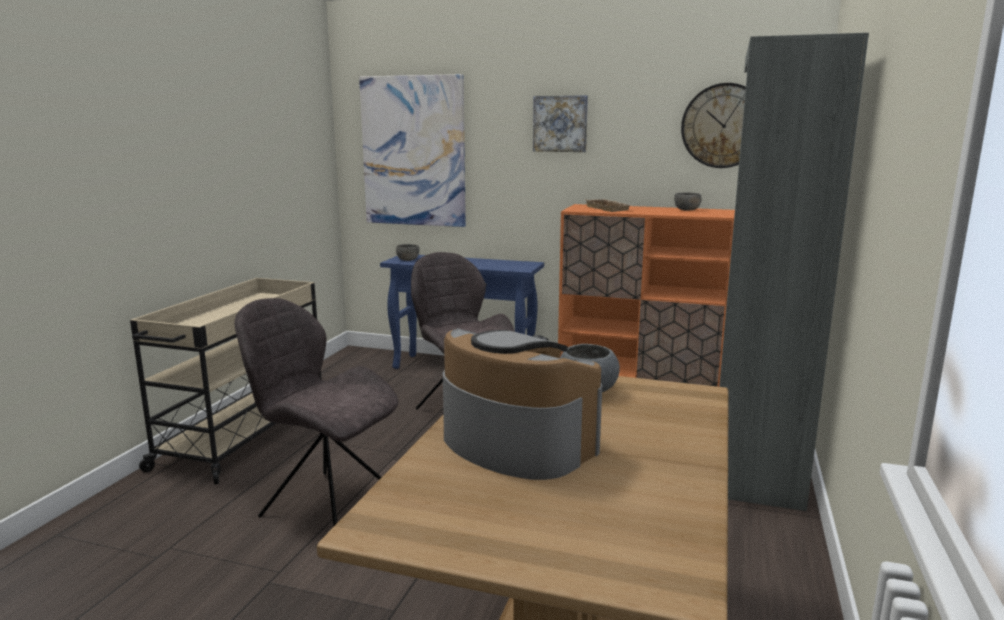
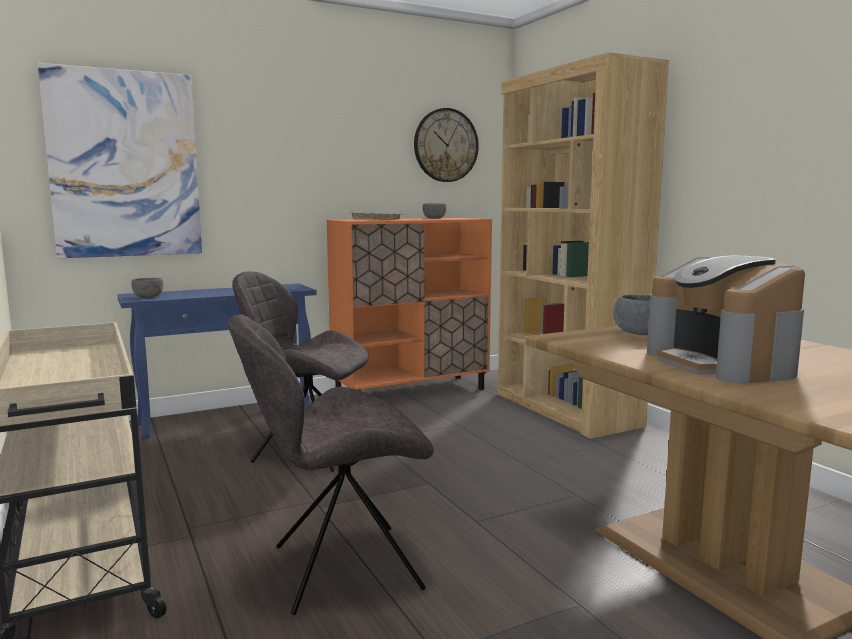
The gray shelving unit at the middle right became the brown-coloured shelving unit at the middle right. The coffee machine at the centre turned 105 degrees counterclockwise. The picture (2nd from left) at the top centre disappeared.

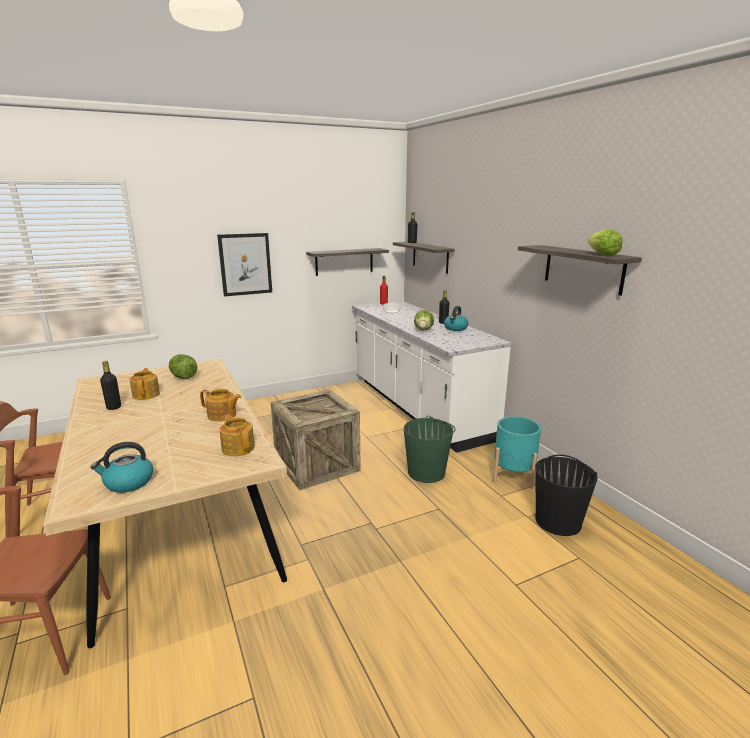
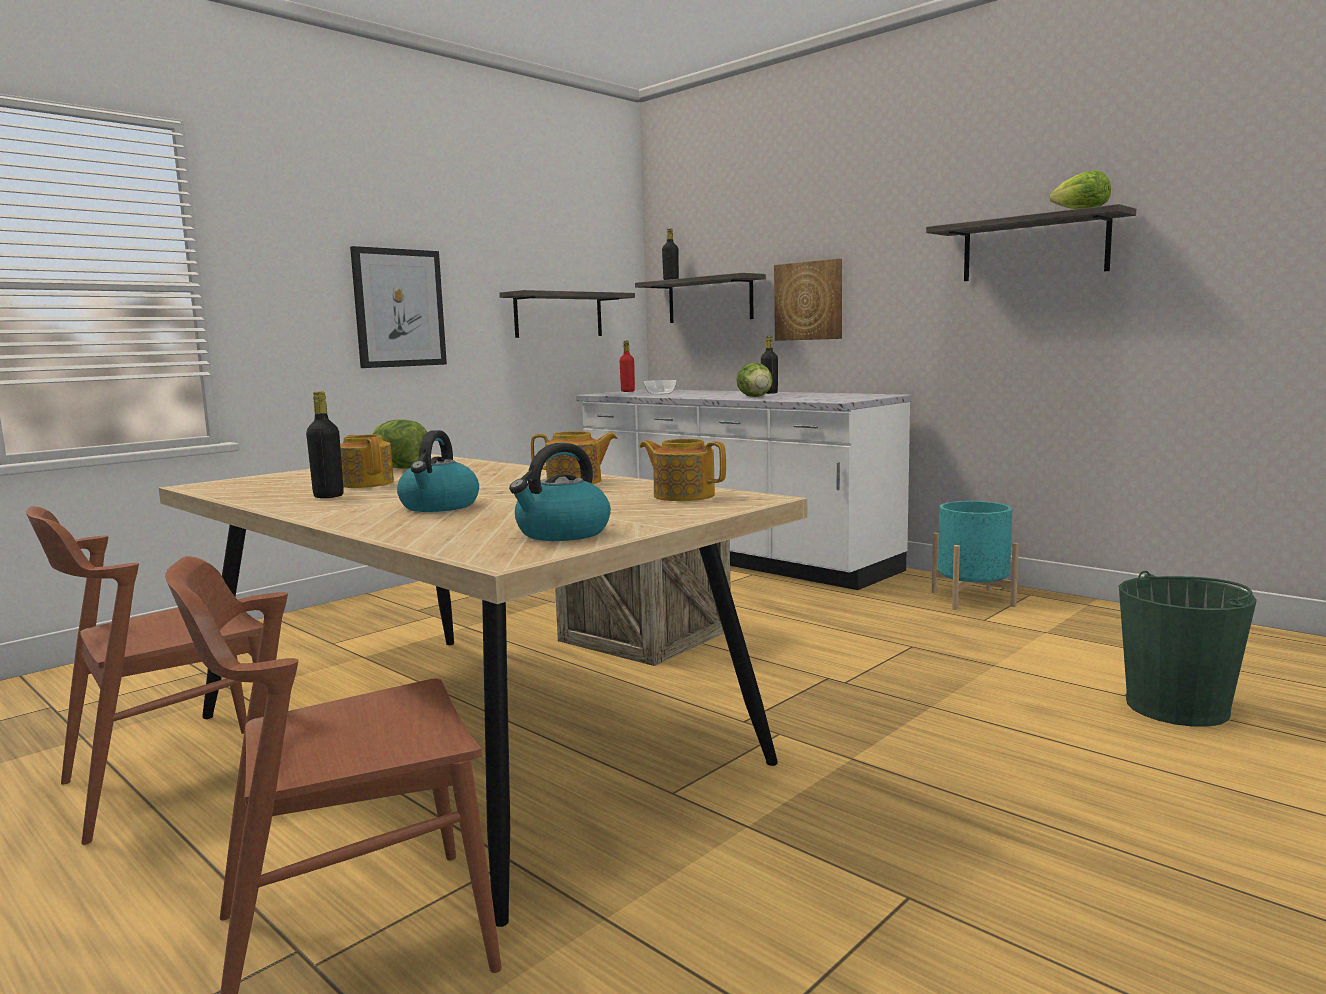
The kettle (2nd from left in the first image) moved from the centre to the middle left. The picture (2nd from left) at the top centre appeared. The green pail moved from the centre to the middle right. The blackish pail at the bottom right disappeared.

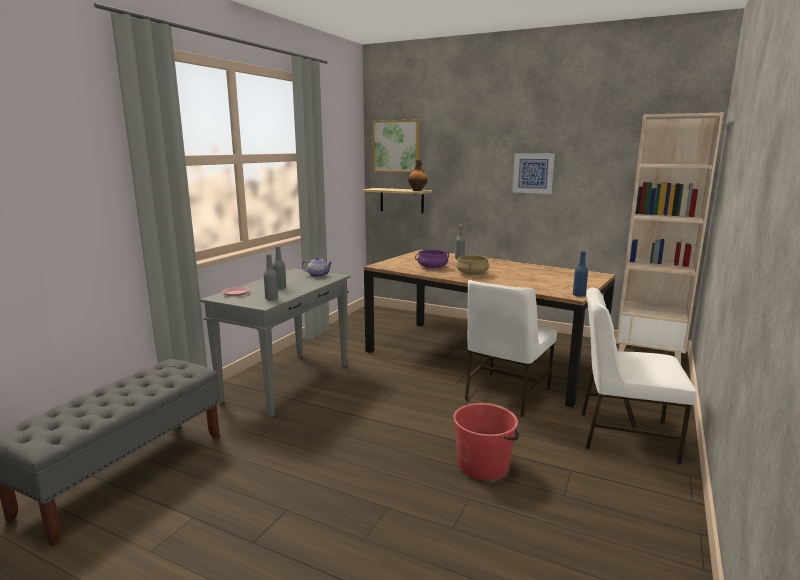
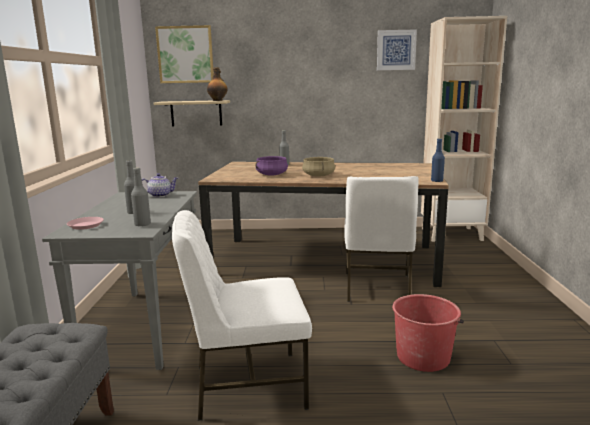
The whitish chair (2nd from left in the first image) moved from the middle right to the bottom centre. The picture (2nd from left) moved from the top centre to the top right.

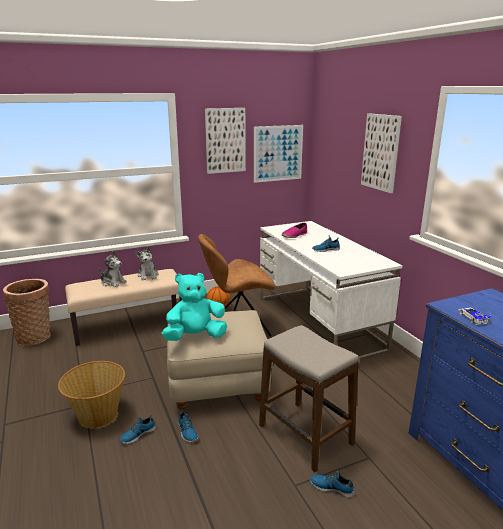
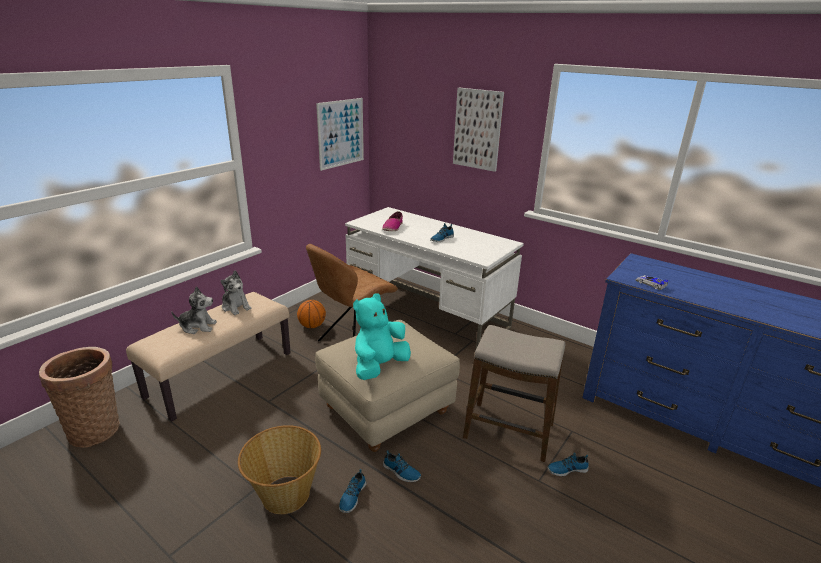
The picture (1st from left) at the top centre disappeared.

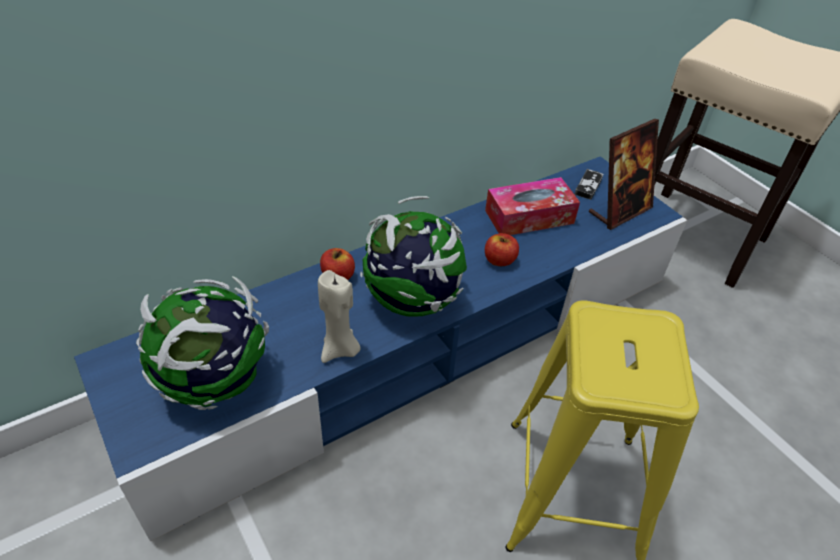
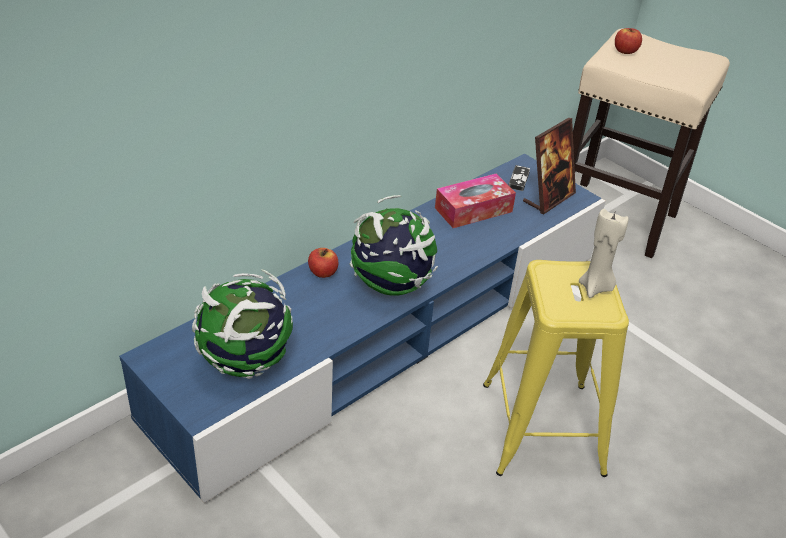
The sand-coloured candle moved from the centre to the middle right. The apple fruit (2nd from left) moved from the centre to the top right.

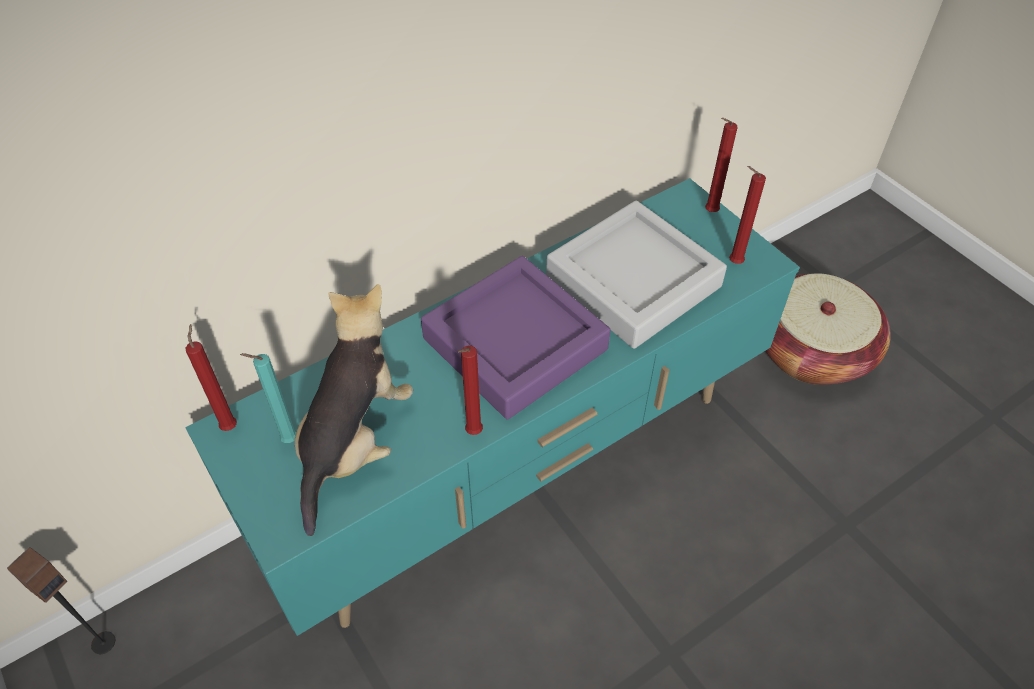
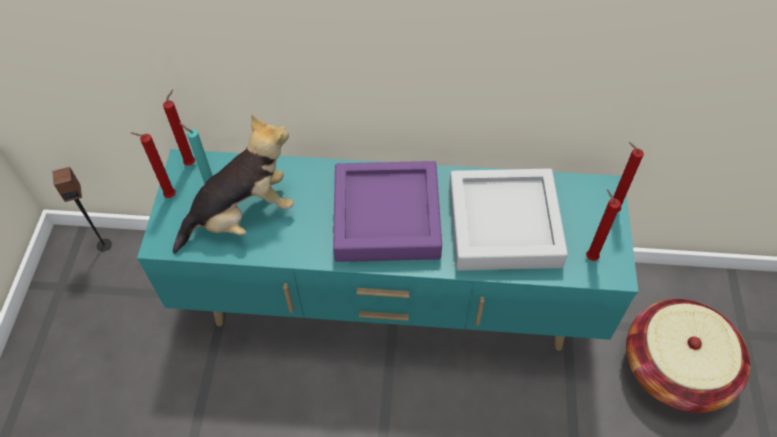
The red candle (2nd from left in the first image) moved from the centre to the middle left.

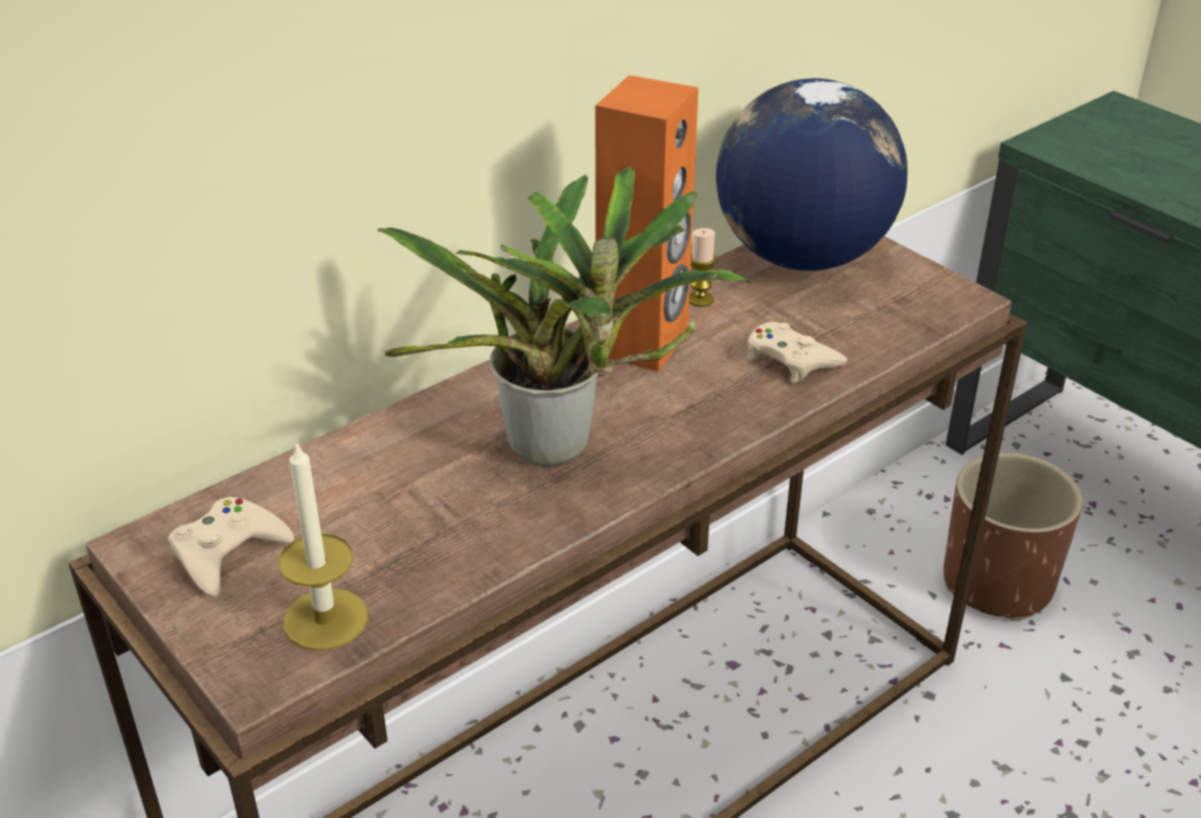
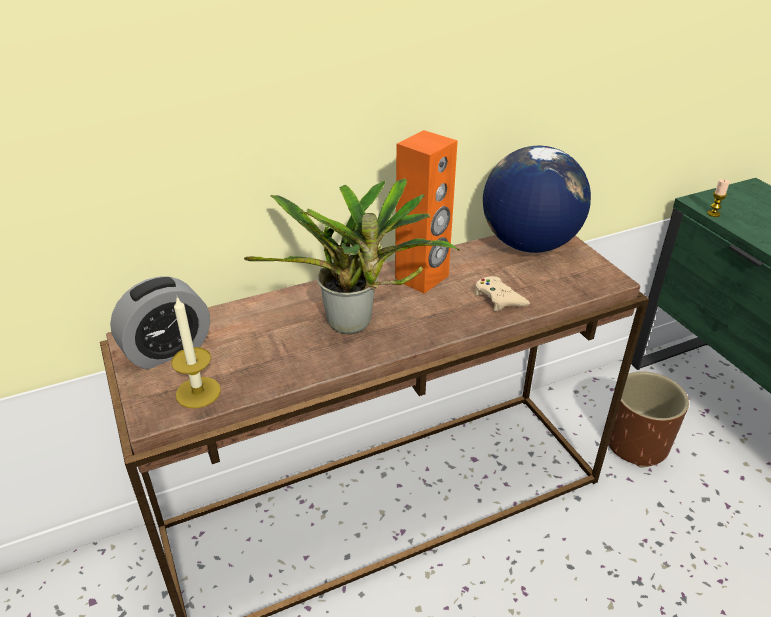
The sand-coloured game controller (1st from left) at the bottom left was replaced by the table clock at the middle left. The candle (2nd from left) moved from the top centre to the top right.

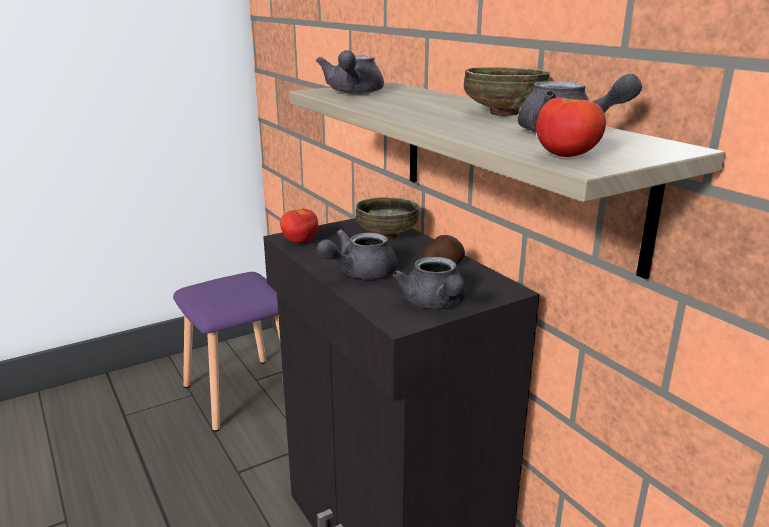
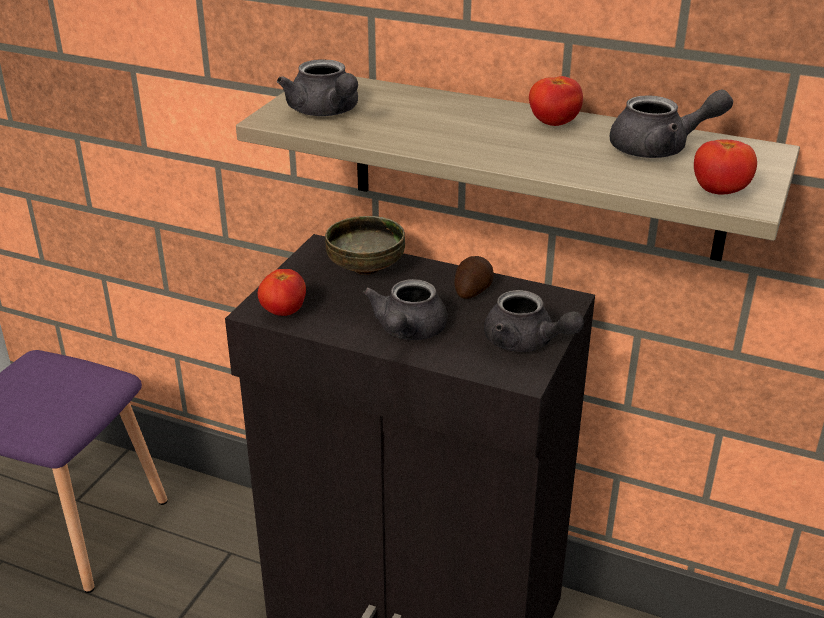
The serving bowl (2nd from left) at the top centre was replaced by the fresh tomato (2nd from left) at the top right.

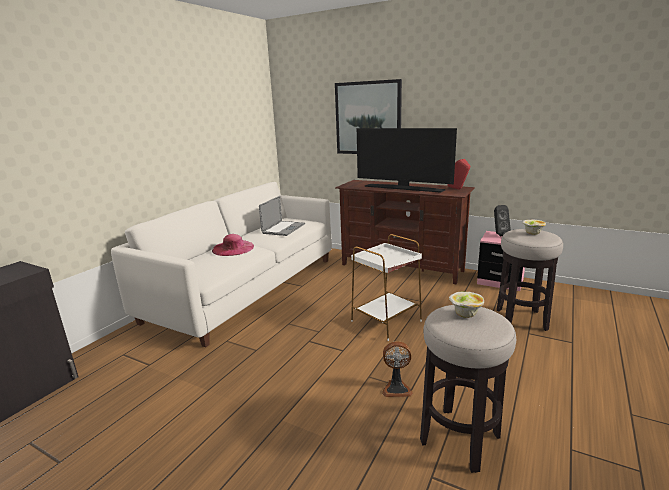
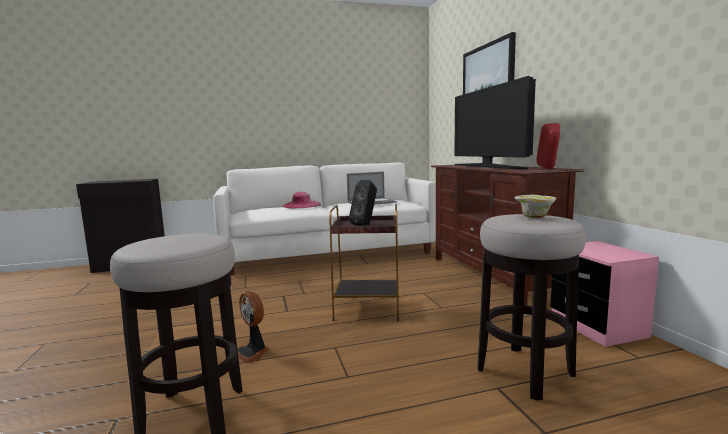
The whitish end table at the centre became the brown-coloured end table at the centre. The blackish audio speaker moved from the middle right to the centre. The serving bowl (1st from left) at the middle right disappeared.

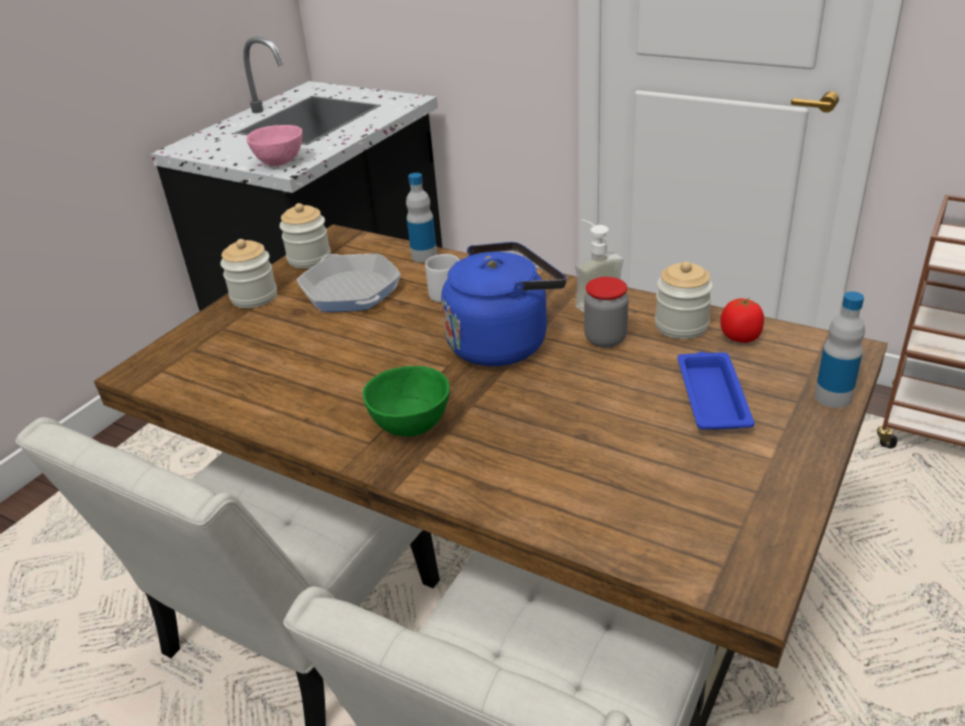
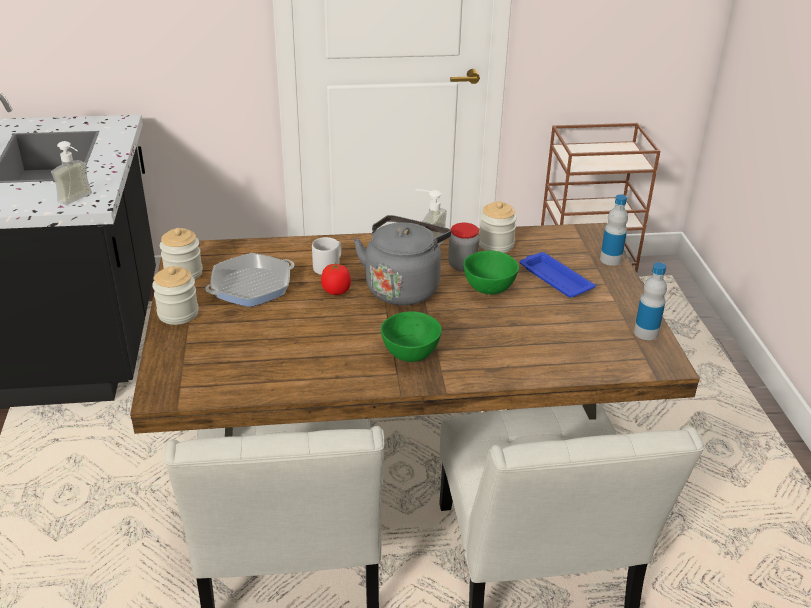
The pink-coloured serving bowl at the top left was replaced by the soap bottle (1st from left) at the top left. The skillet at the centre turned 60 degrees counterclockwise. The fresh tomato moved from the middle right to the centre. The blue kettle at the centre became the gray kettle at the centre. The green serving bowl (2nd from left) at the centre appeared. The drink bottle (1st from left in the first image) moved from the top centre to the middle right.

